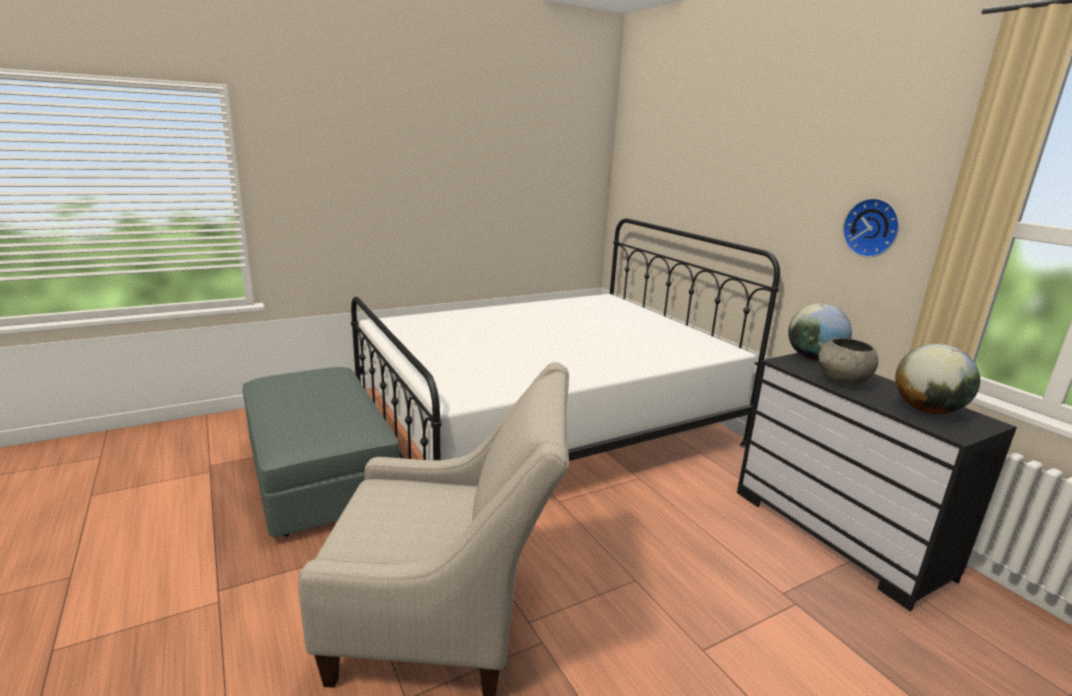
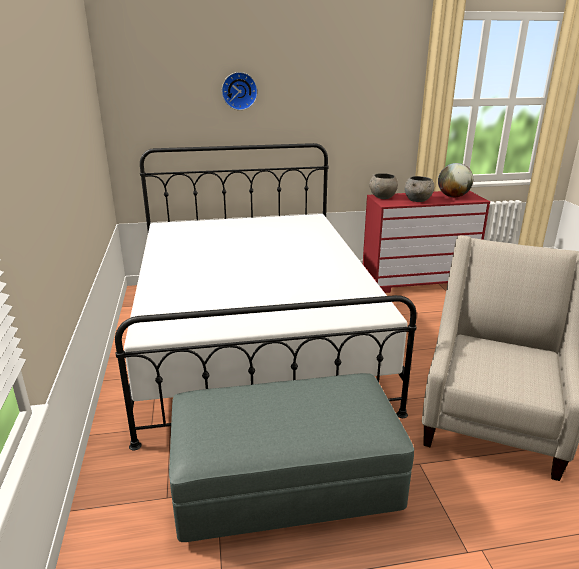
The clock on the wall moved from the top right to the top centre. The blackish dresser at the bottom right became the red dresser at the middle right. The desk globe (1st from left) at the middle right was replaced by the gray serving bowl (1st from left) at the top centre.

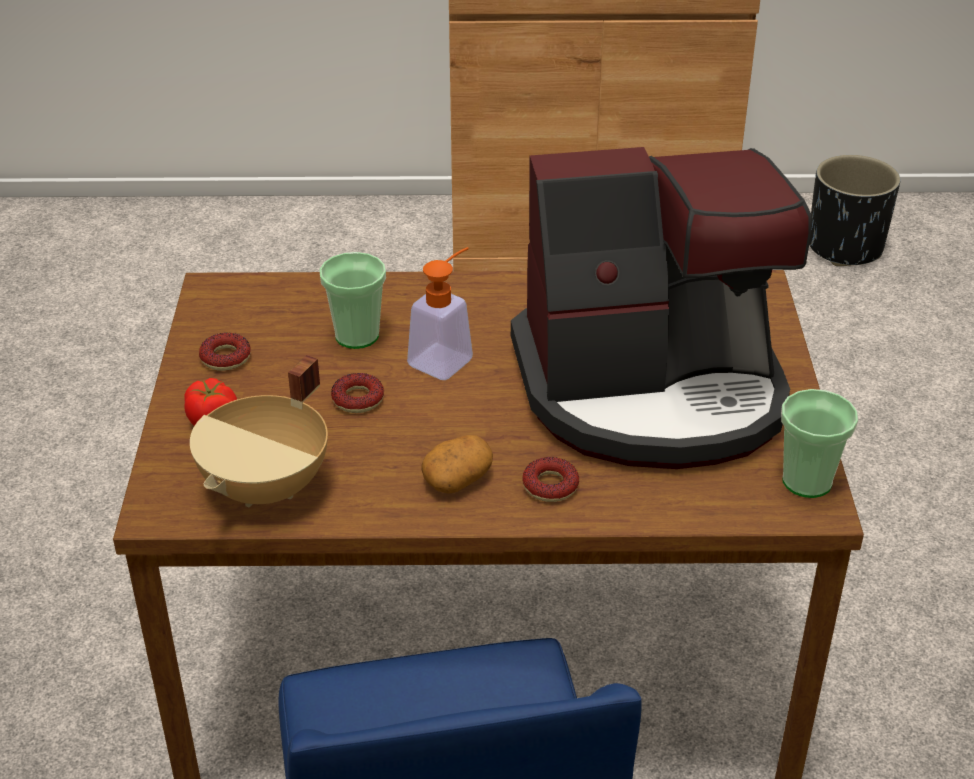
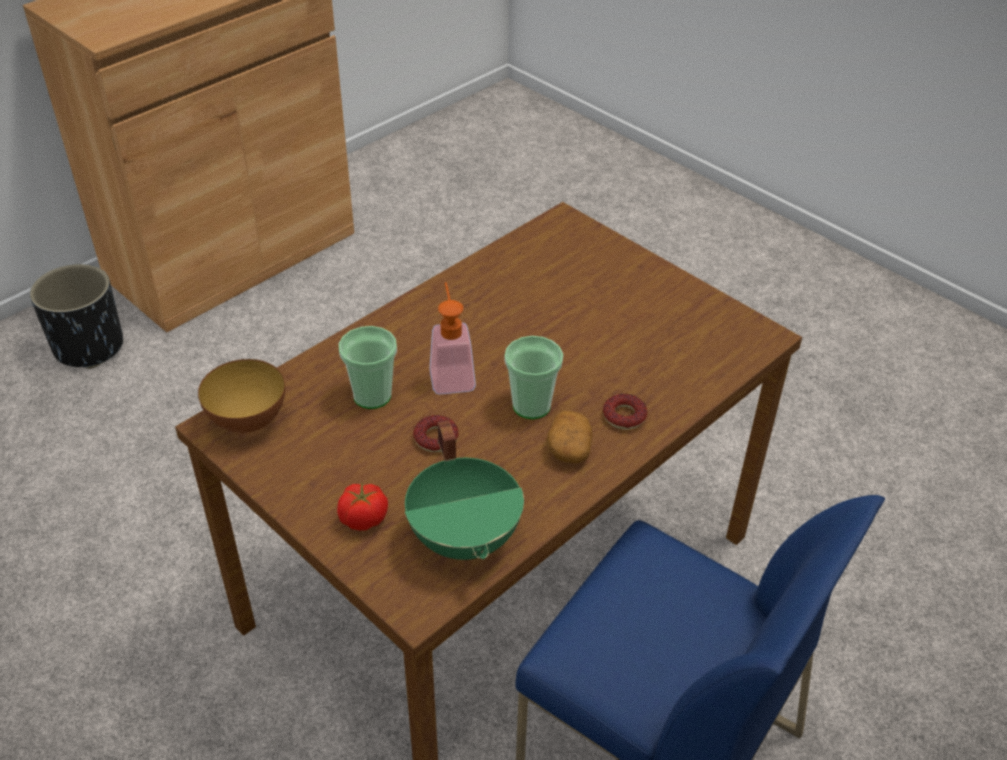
The blackish plant pot moved from the top right to the middle left. The serving bowl at the middle left appeared. The sand-coloured cooking pot at the middle left became the green cooking pot at the centre. The cup (2nd from left) moved from the middle right to the centre. The ring doughnut (1st from left) at the middle left disappeared. The coffee machine at the middle right disappeared.

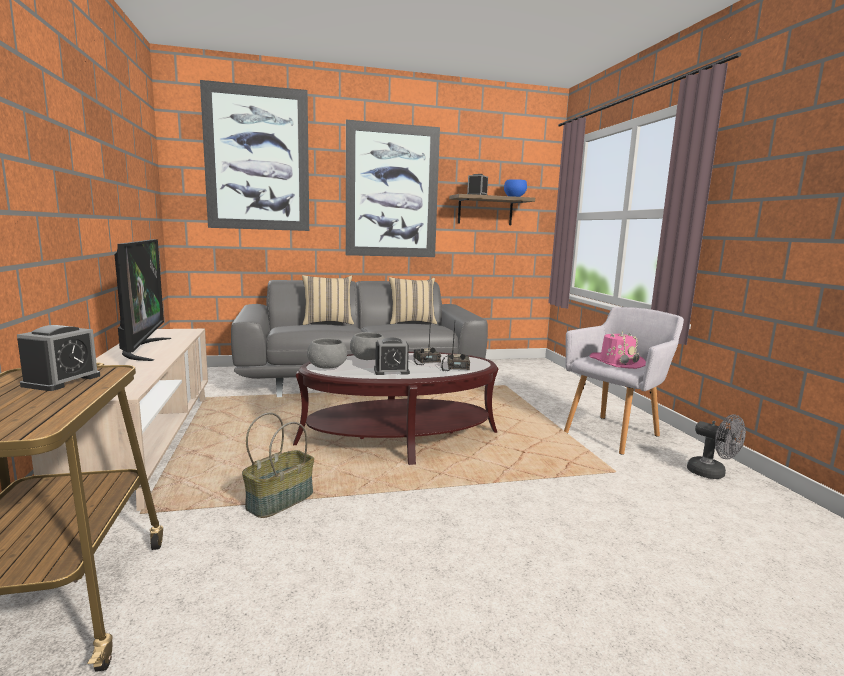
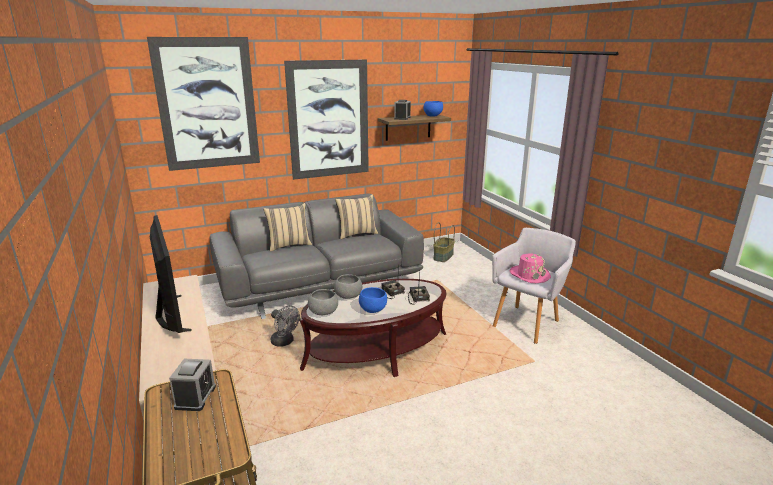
The gray cooling fan moved from the middle right to the bottom centre. The table clock (2nd from left) at the centre was replaced by the blue serving bowl (1st from left) at the centre. The storage basket moved from the bottom left to the centre.

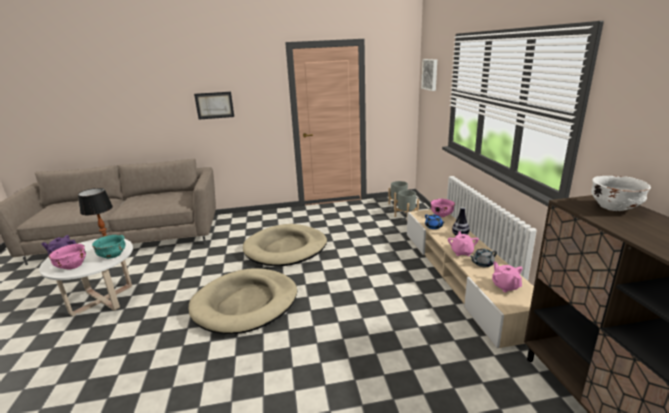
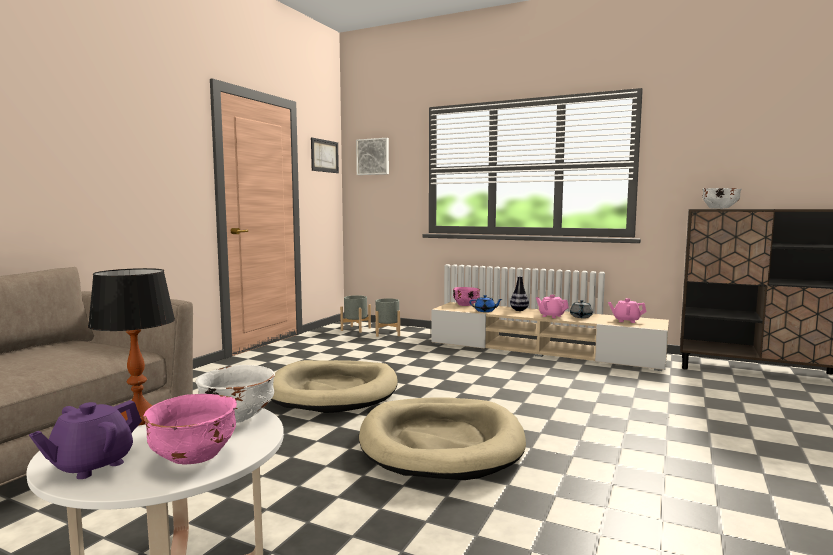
The blue-green serving bowl at the middle left became the whitish serving bowl (1st from left) at the bottom left. The picture (1st from left) moved from the top left to the top centre.

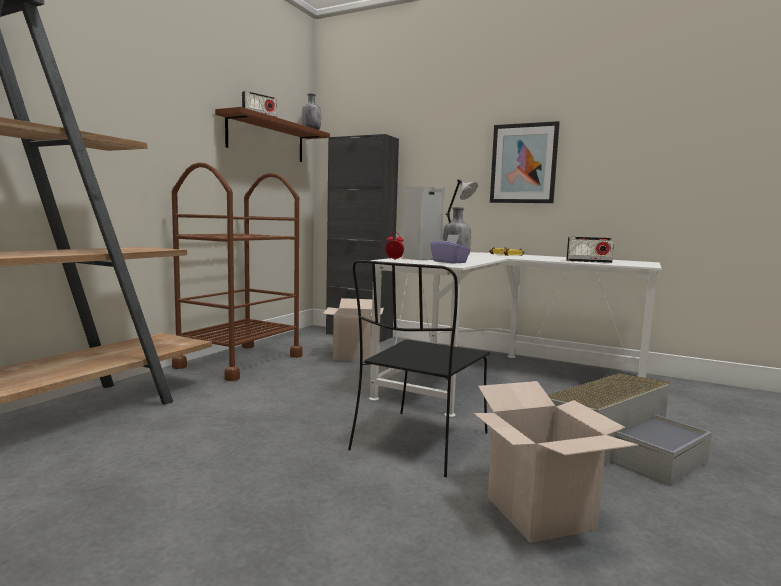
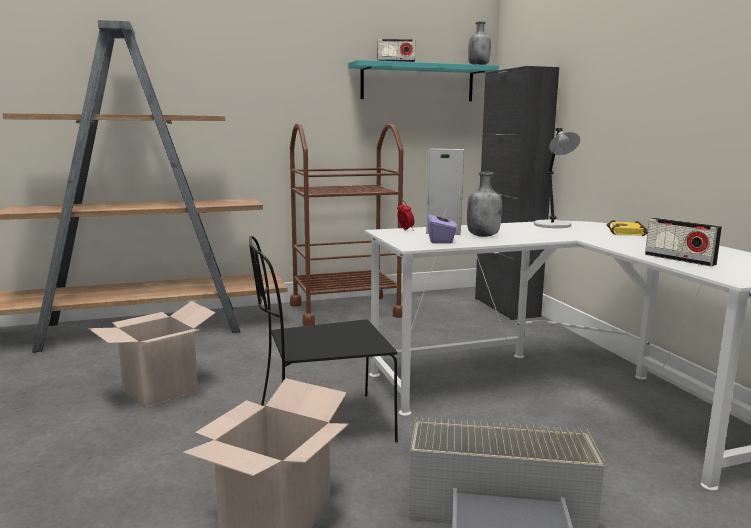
The carton (1st from left) moved from the centre to the bottom left. The brown-coloured shelf at the top centre became the blue-green shelf at the top centre. The picture at the top right disappeared.

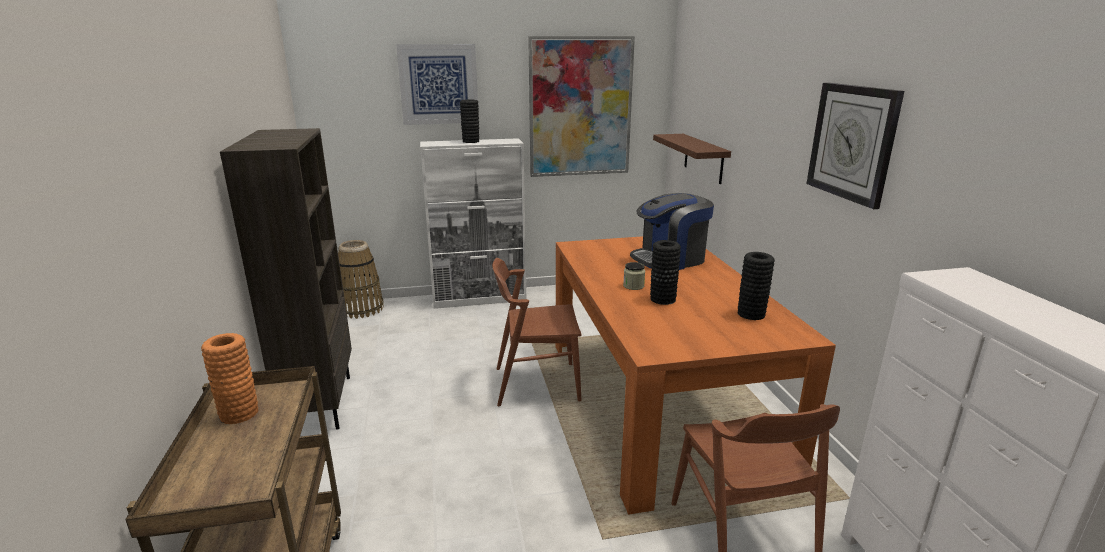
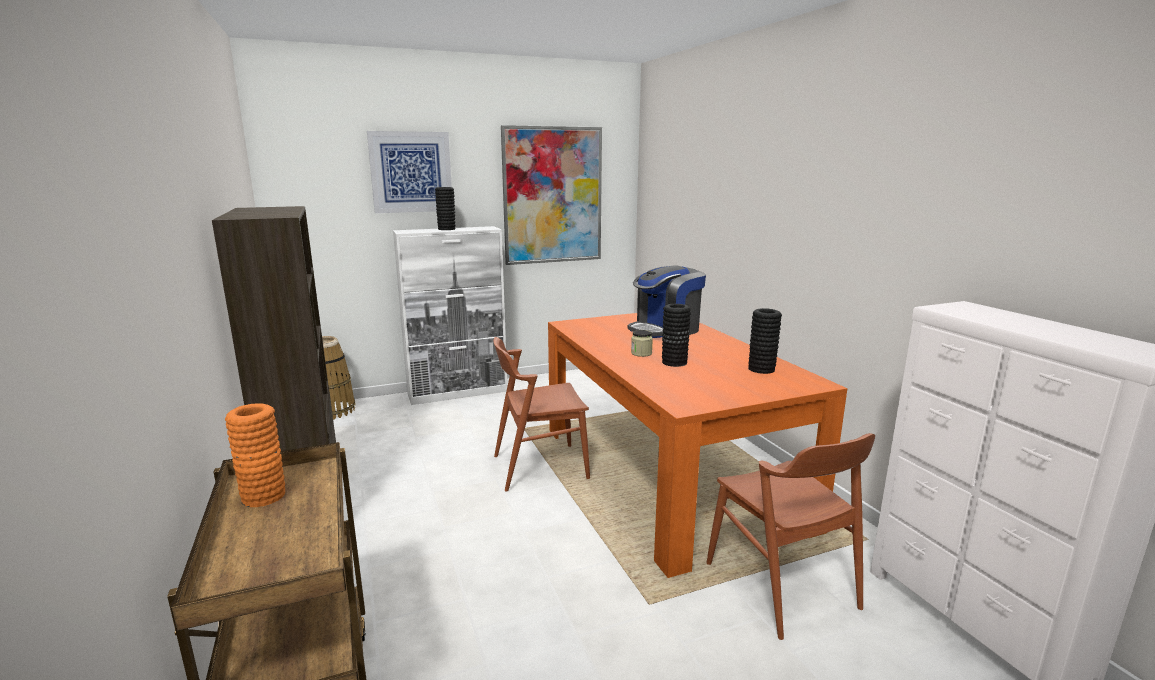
The brown-coloured shelf at the top centre disappeared. The clock on the wall at the top right disappeared.

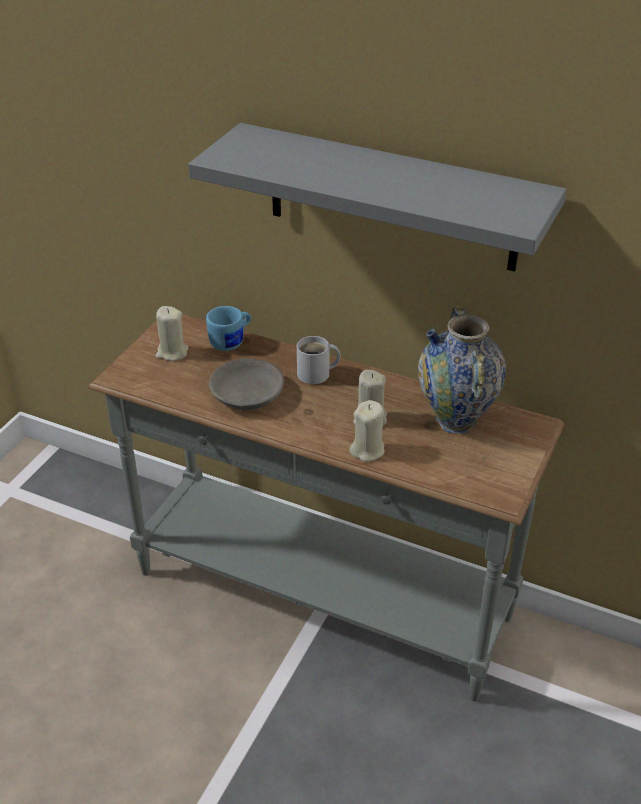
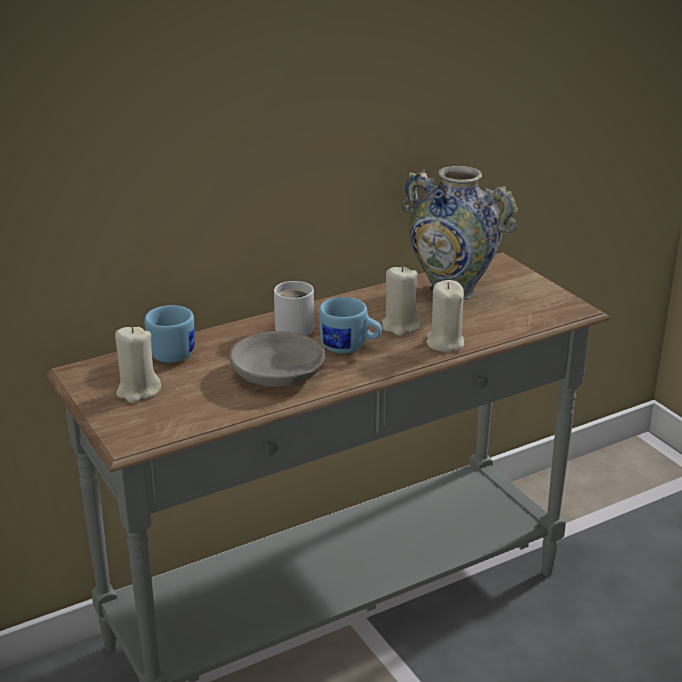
The blue coffee mug (2nd from left) at the centre appeared. The gray shelf at the top centre disappeared.

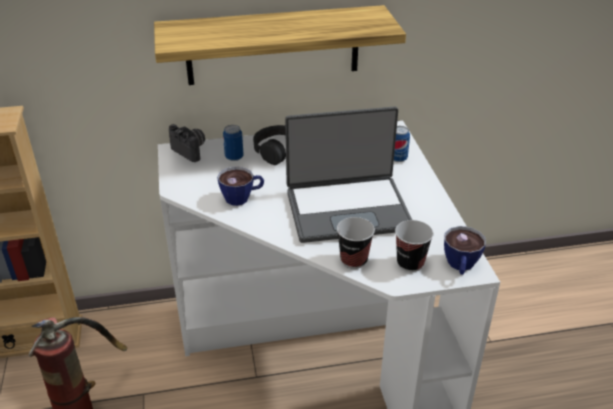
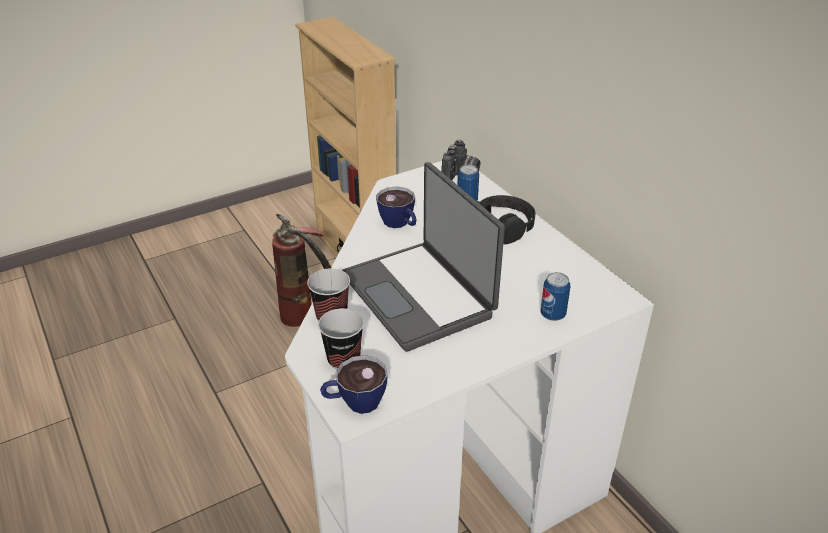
The shelf at the top centre disappeared.

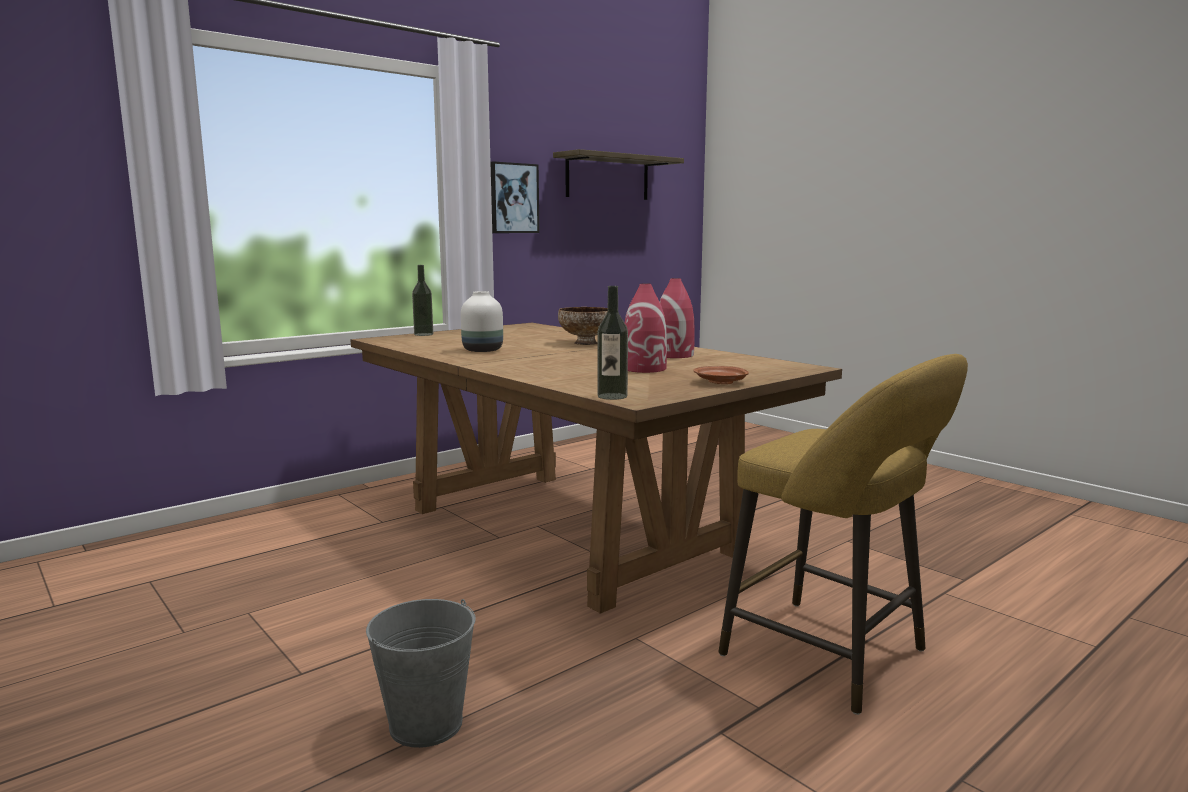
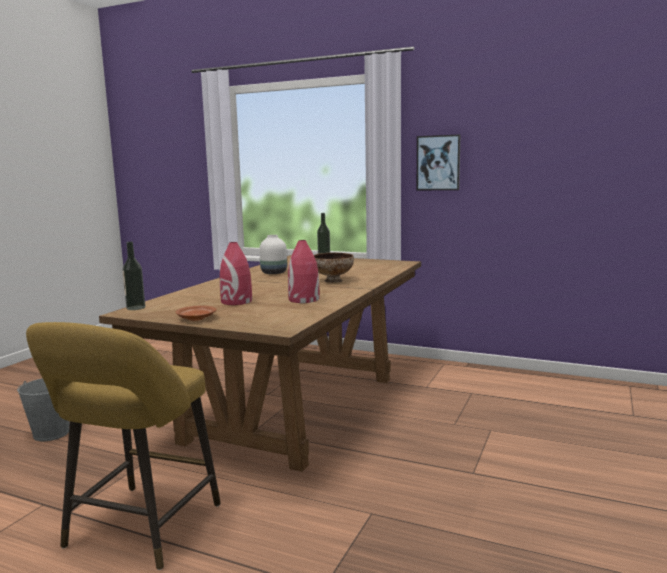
The shelf at the top centre disappeared.

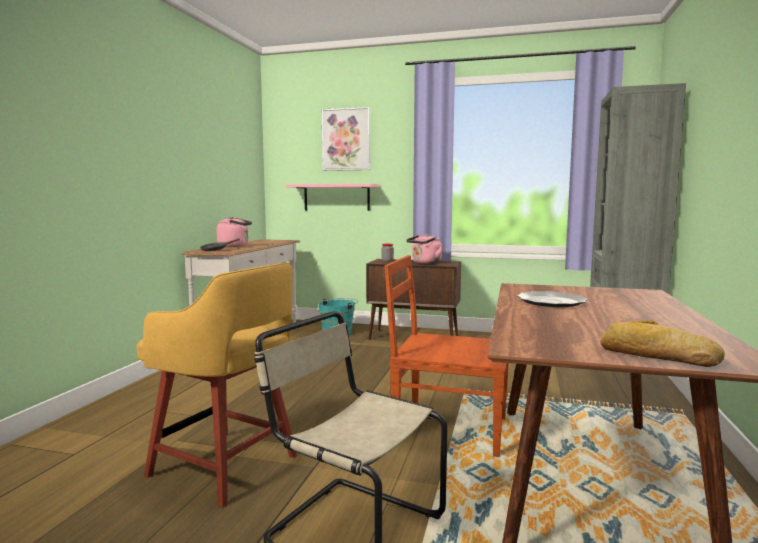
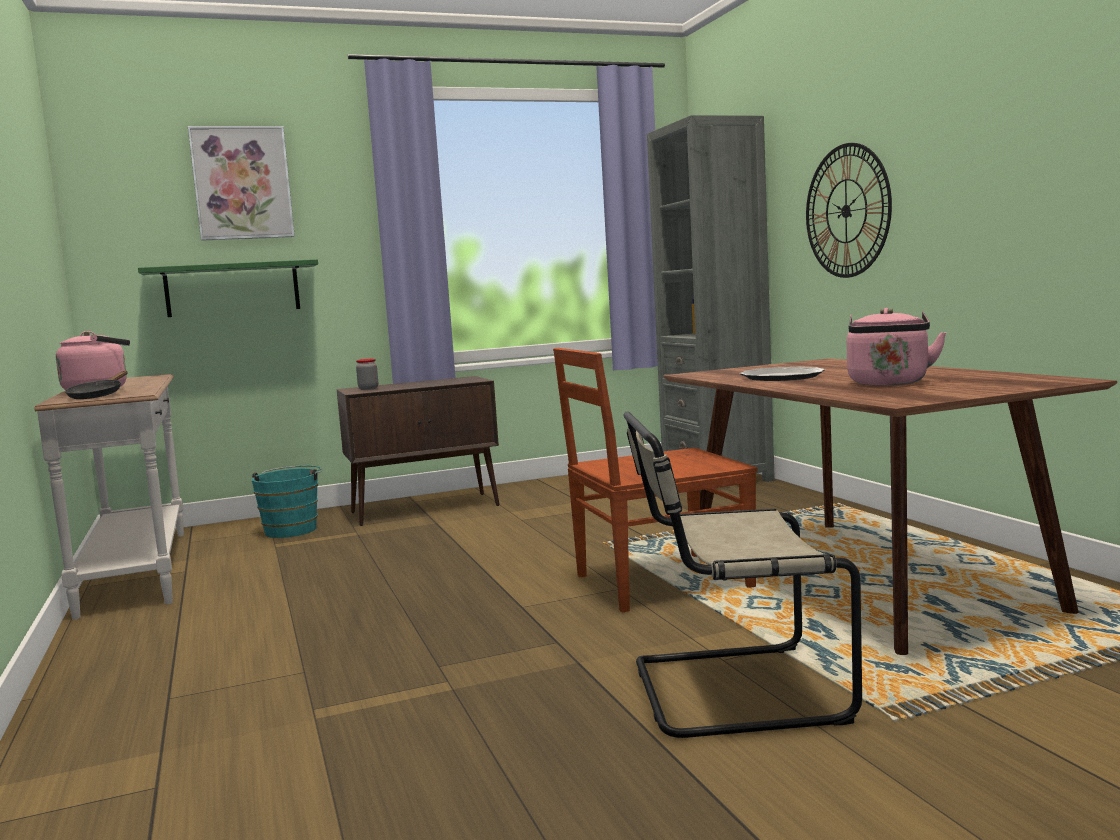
The pink-coloured shelf at the centre became the green shelf at the middle left. The clock on the wall at the top right appeared. The pink-coloured kettle (2nd from left) moved from the centre to the middle right. The yellowish stool seat at the bottom left disappeared. The bakery bread at the middle right disappeared.

